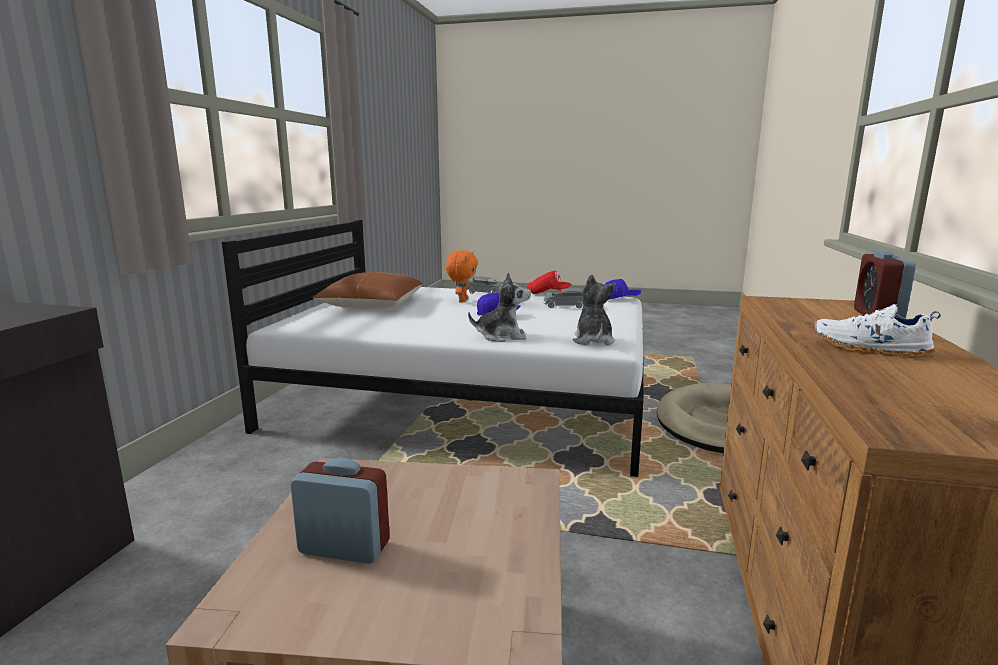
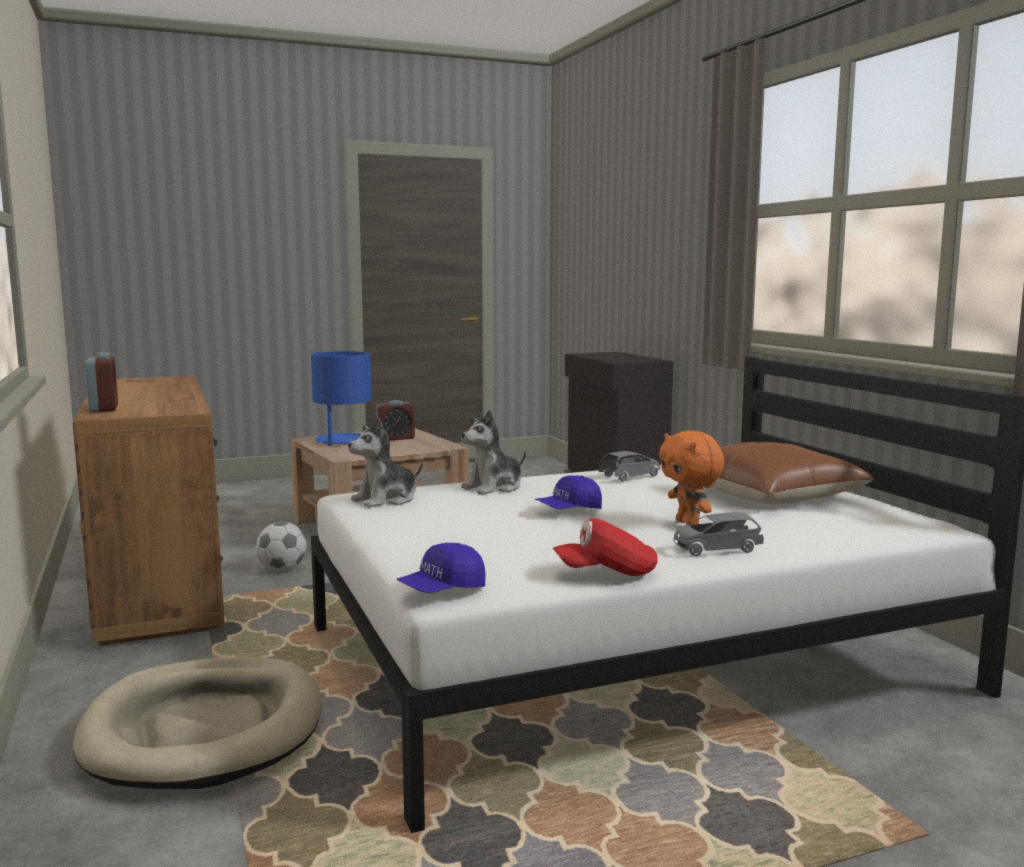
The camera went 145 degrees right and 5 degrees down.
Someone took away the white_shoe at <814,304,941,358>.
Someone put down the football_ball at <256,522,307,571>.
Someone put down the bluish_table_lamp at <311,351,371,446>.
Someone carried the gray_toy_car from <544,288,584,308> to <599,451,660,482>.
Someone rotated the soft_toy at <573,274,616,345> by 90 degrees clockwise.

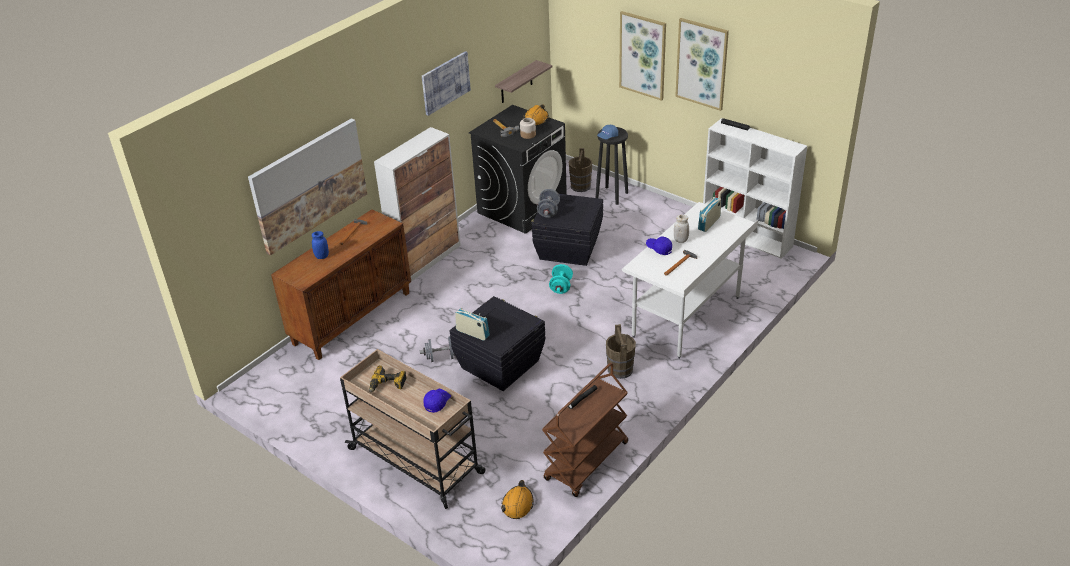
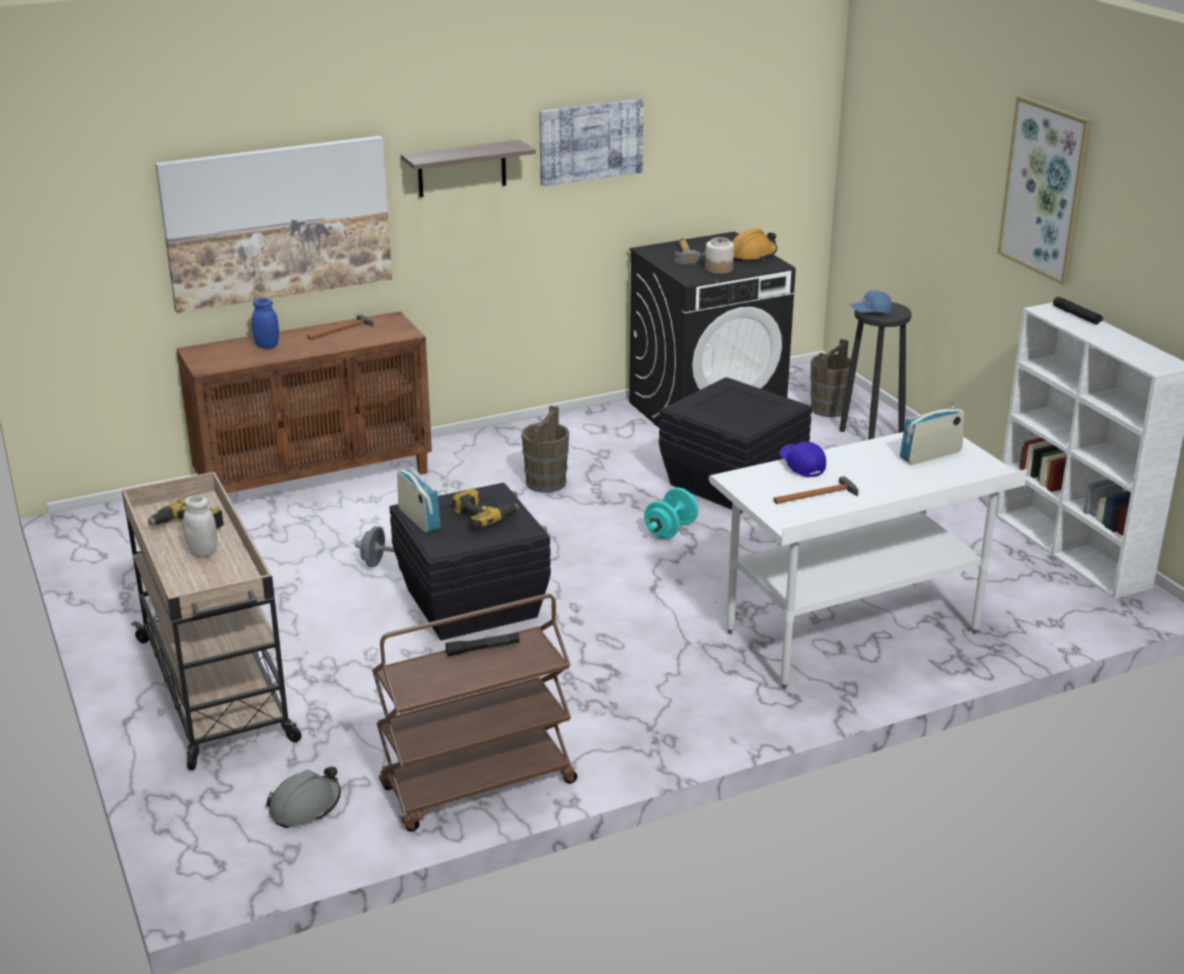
The camera went 25 degrees right and 10 degrees down.
Someone took away the cupboard at <374,127,461,282>.
Someone took away the bluish_peaked_cap at <423,389,451,413>.
Someone took away the gray_free_weight at <537,189,560,218>.
Someone took away the picture at <619,11,666,101>.
Someone put down the electric_drill at <452,488,519,530>.
Someone carried the wall_shelf from <495,60,552,103> to <401,139,536,197>.
Someone carried the brownish_bucket from <606,324,636,379> to <521,405,569,493>.
Someone carried the white_jar from <674,215,689,243> to <183,495,218,557>.
Someone repainted the orange_safety_helmet at <501,480,534,519>, which became the gray_safety_helmet at <266,766,341,828>.

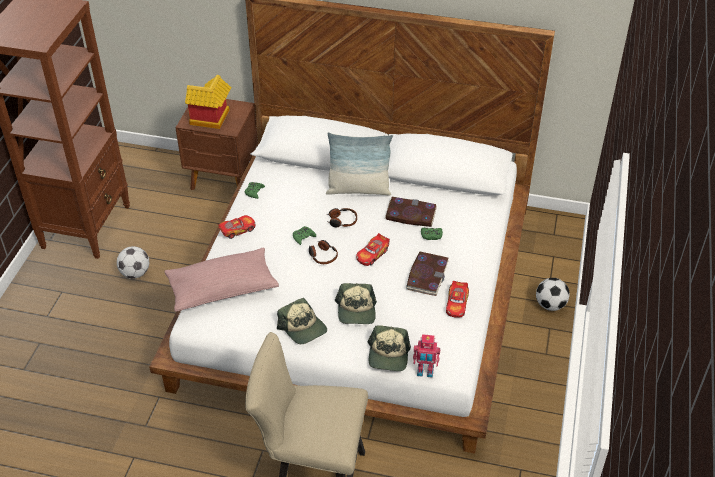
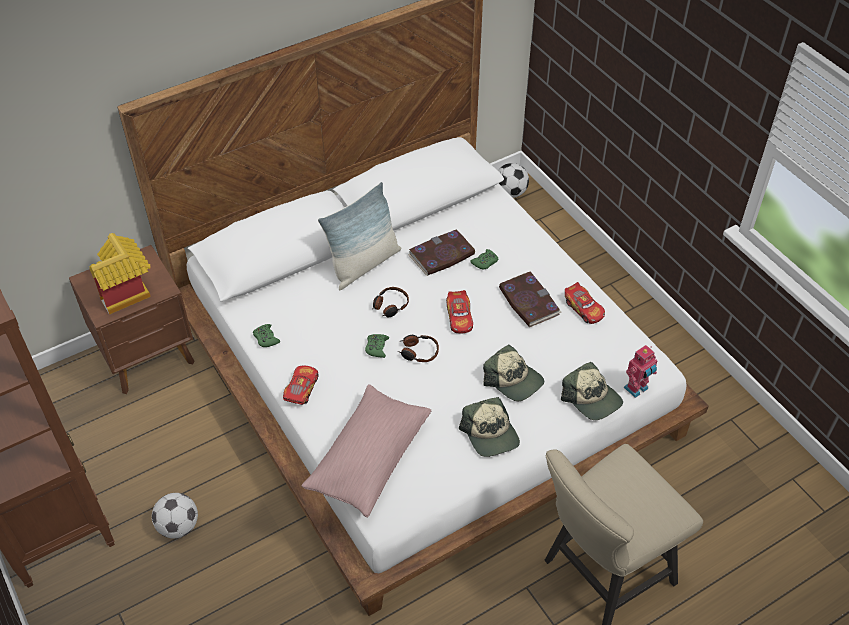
The camera went 45 degrees left and 5 degrees up.
Someone carried the football_ball from <536,278,570,311> to <498,163,529,198>.
Someone rotated the peaked_cap at <277,298,327,344> by 60 degrees clockwise.

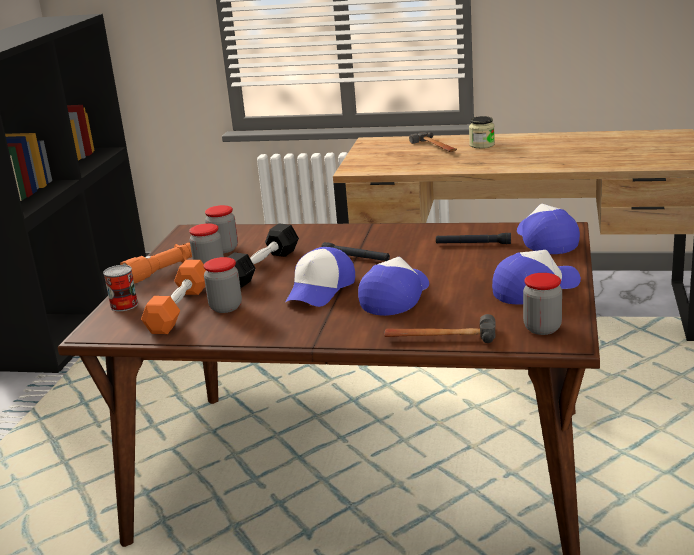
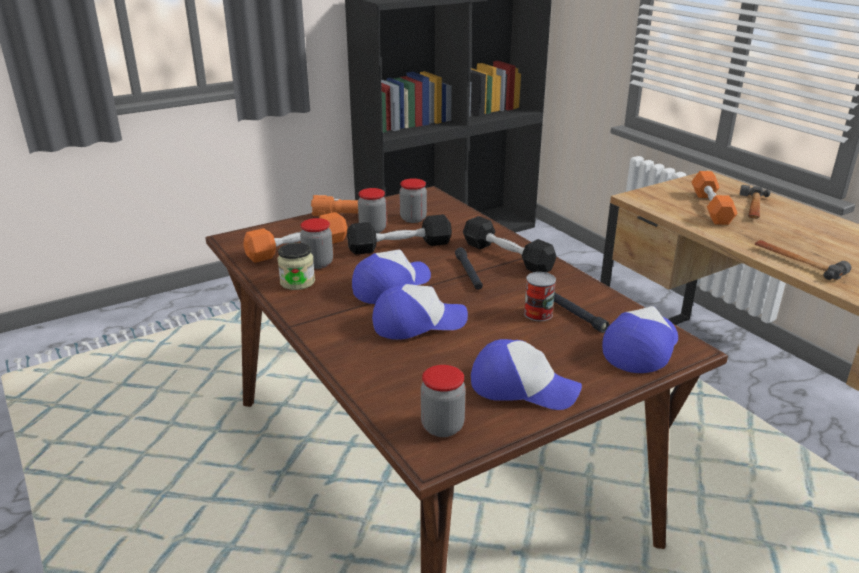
The camera went 45 degrees right and 5 degrees up.
Someone put down the black_free_weight at <463,216,556,273>.
Someone put down the orange_free_weight at <691,171,738,225>.
Someone carried the sealed_can from <103,265,138,311> to <524,272,556,321>.
Someone carried the tool_hammer from <384,314,496,343> to <755,240,851,280>.
Someone carried the jar from <469,116,495,148> to <277,243,315,290>.
Someone rotated the peaked_cap at <285,247,355,307> by 150 degrees clockwise.

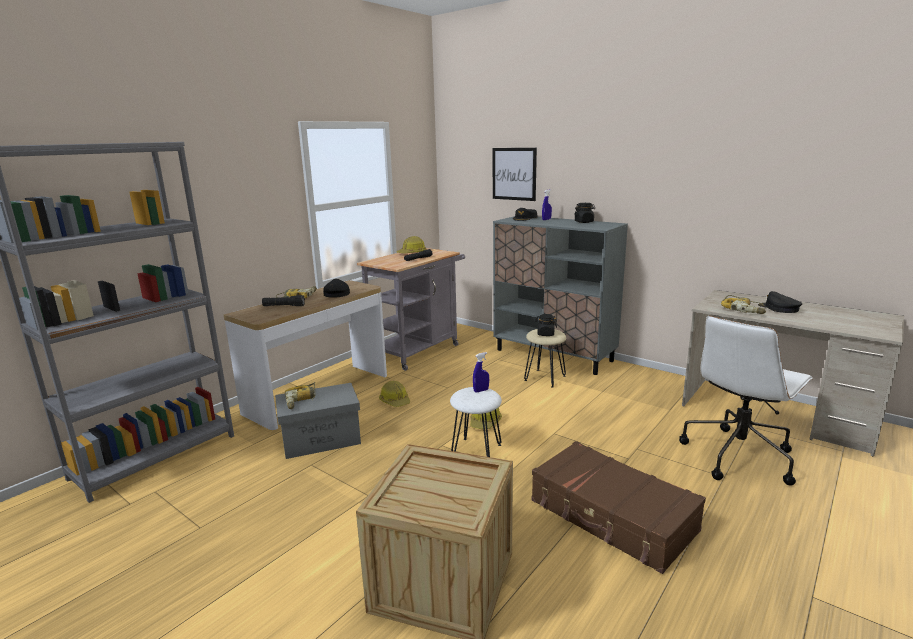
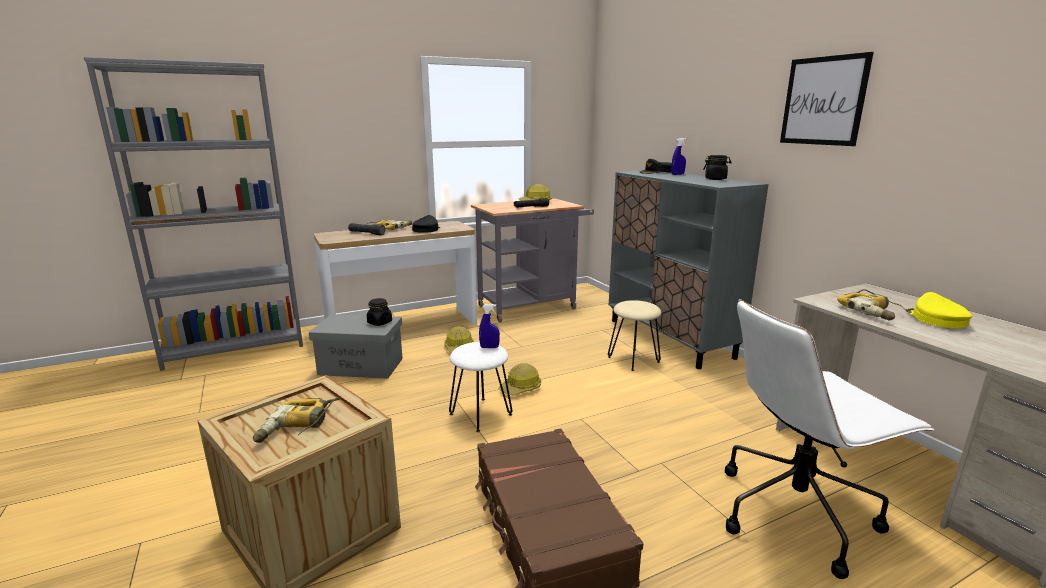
The camera went 25 degrees right and 0 degrees up.
Someone carried the electric_drill from <285,382,315,409> to <253,397,340,443>.
Someone carried the picture from <493,148,537,201> to <780,52,874,146>.
Someone carried the black_jar from <535,314,557,336> to <367,298,392,326>.
Someone repainted the black_peaked_cap at <758,291,802,313>, which became the yellow-coloured_peaked_cap at <905,292,972,328>.

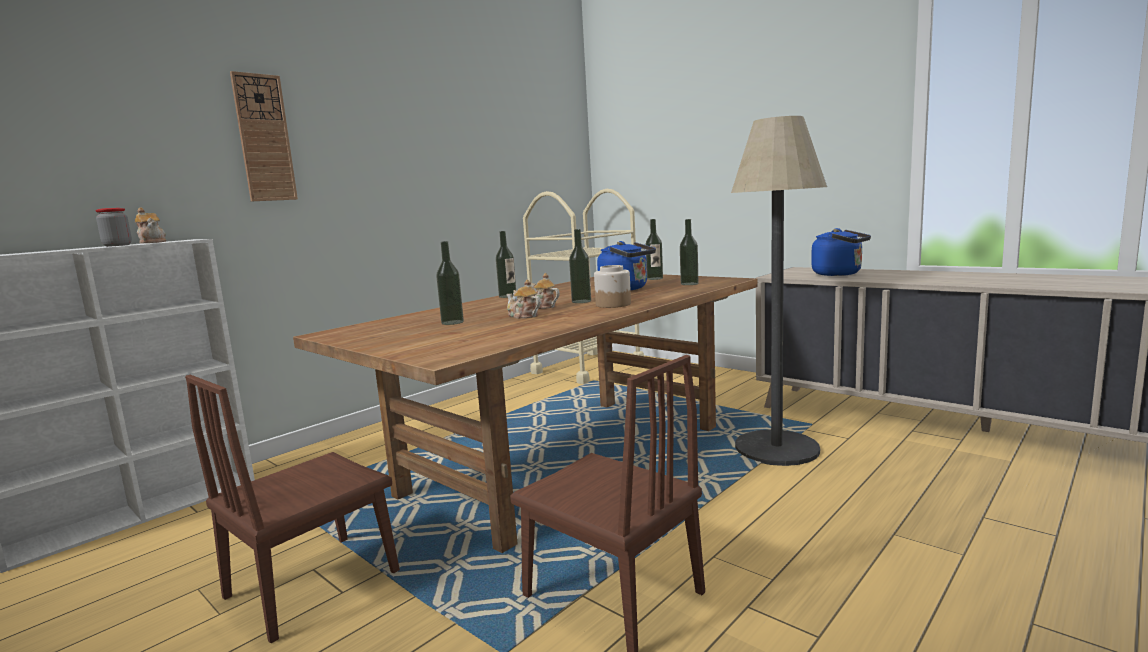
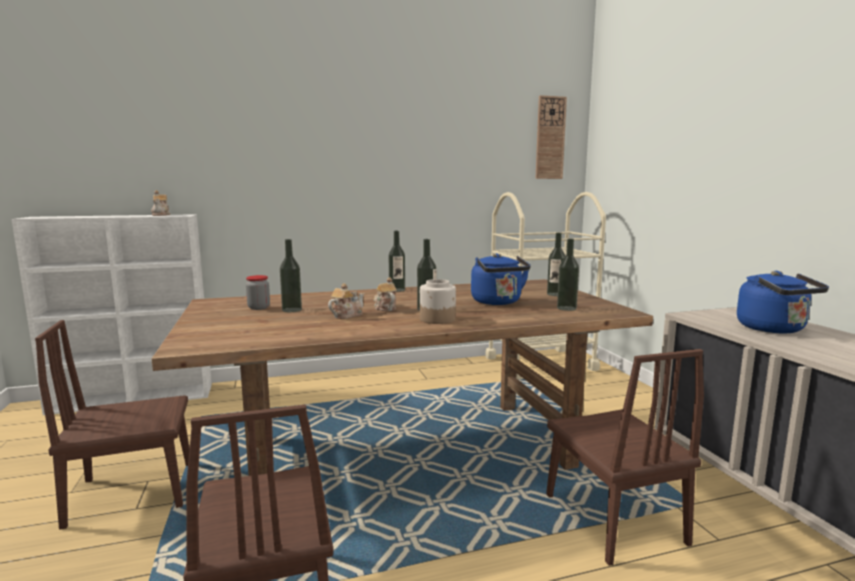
The camera went 30 degrees right and 0 degrees up.
Someone carried the jar from <96,208,132,247> to <246,275,270,310>.
Someone carried the clock_on_the_wall from <230,71,298,201> to <535,95,567,179>.
Someone swapped the standing_lamp at <731,116,827,466> for the brownish_upright_chair at <546,349,704,566>.
Someone rotated the tea_pot at <506,280,541,319> by 60 degrees clockwise.

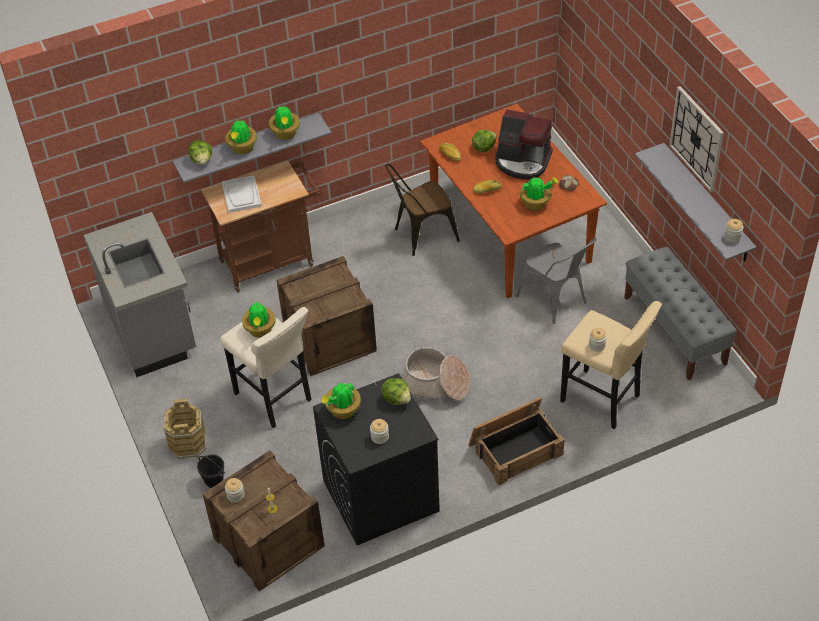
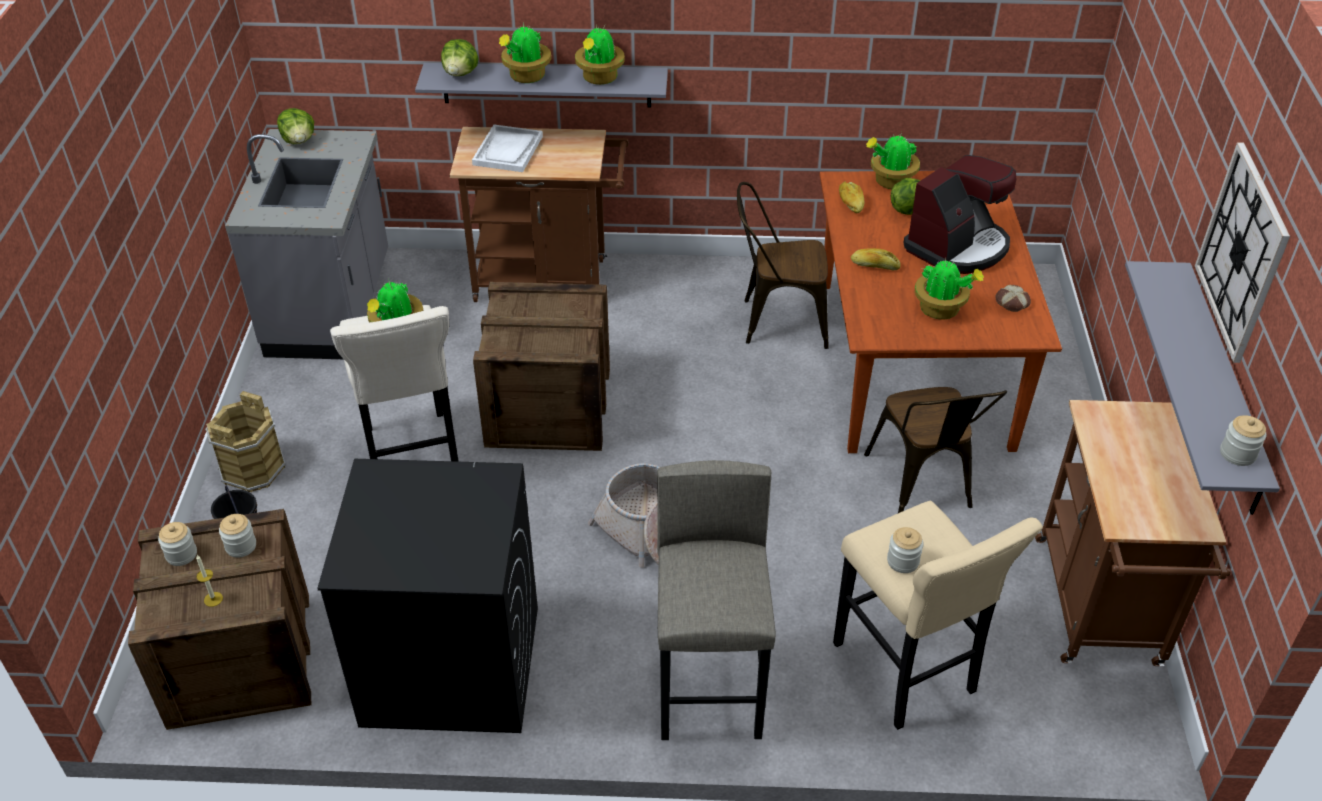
The camera went 25 degrees right and 5 degrees down.
Someone carried the plant_in_a_pot from <321,382,361,419> to <866,132,920,189>.
Someone carried the jar from <370,419,389,444> to <219,514,256,558>.
Someone carried the head_of_lettuce from <381,378,411,405> to <277,108,314,144>.
Someone swapped the shipping_crate at <469,397,564,486> for the gray_sitting_stool at <657,460,776,740>.
Someone swapped the gray_indoor_bench at <624,247,737,380> for the brownish_cart at <1035,400,1230,666>.
Someone repainted the gray_upright_chair at <516,238,596,324>, which became the brownish_upright_chair at <864,387,1007,513>.
Someone rotated the coffee_brewer at <495,109,553,180> by 90 degrees counterclockwise.

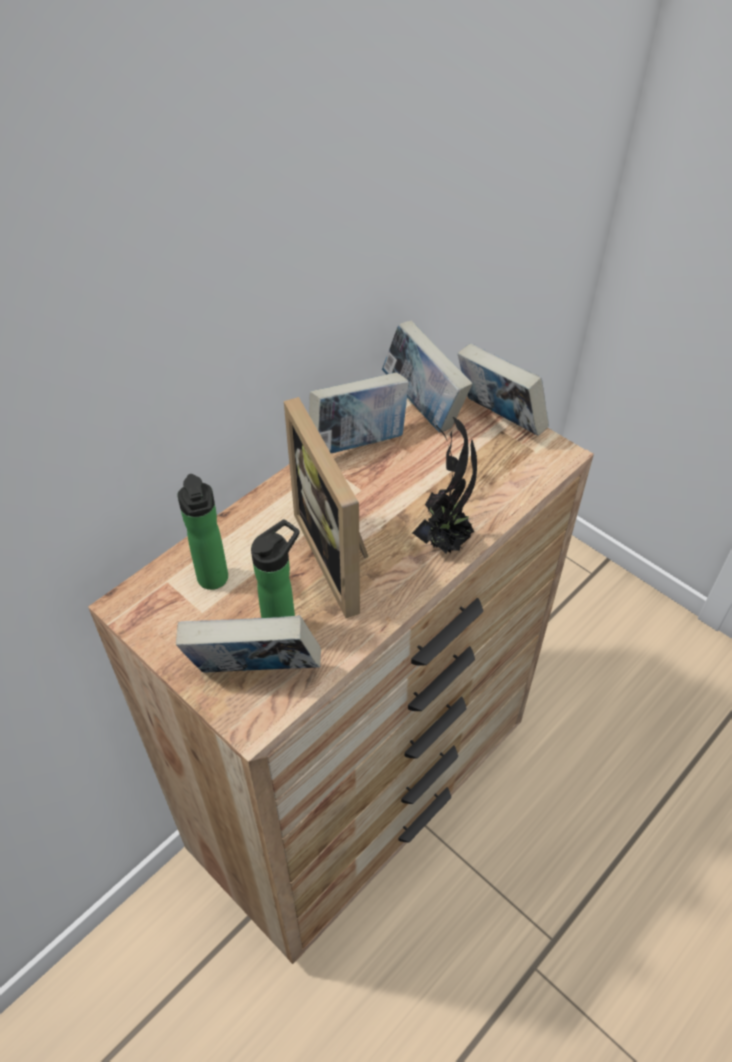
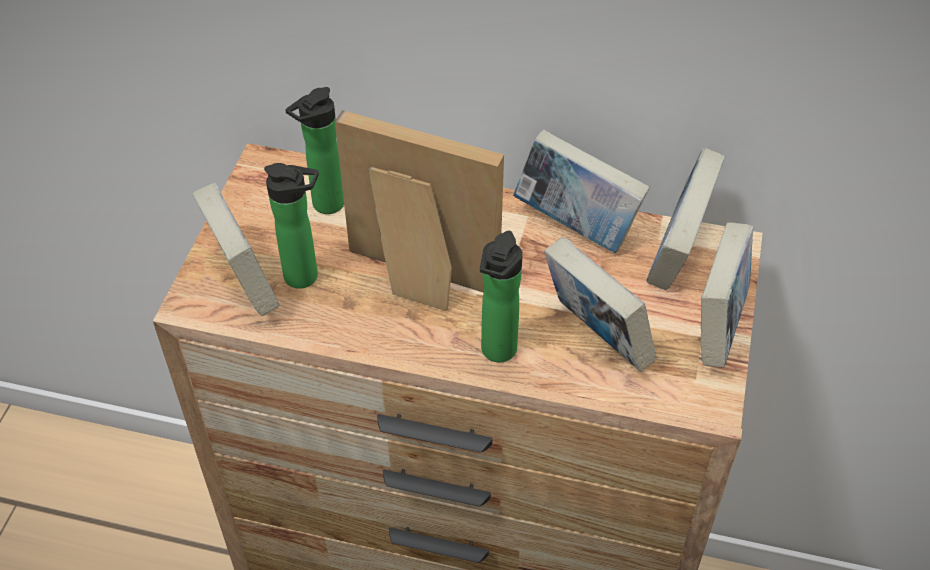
The camera went 60 degrees right and 0 degrees up.
Someone put down the bound_book at <544,237,657,372>.
Someone swapped the plant_in_a_pot at <412,417,477,553> for the beverage_bottle at <480,231,523,362>.
Someone rotated the photo_frame at <284,397,368,618> by 75 degrees clockwise.

